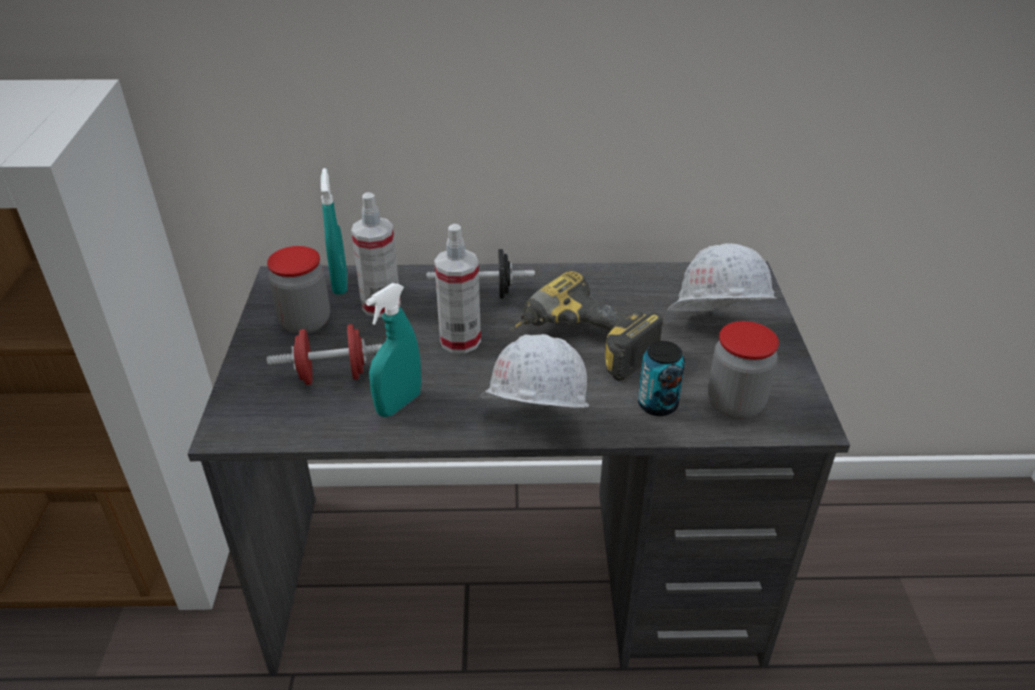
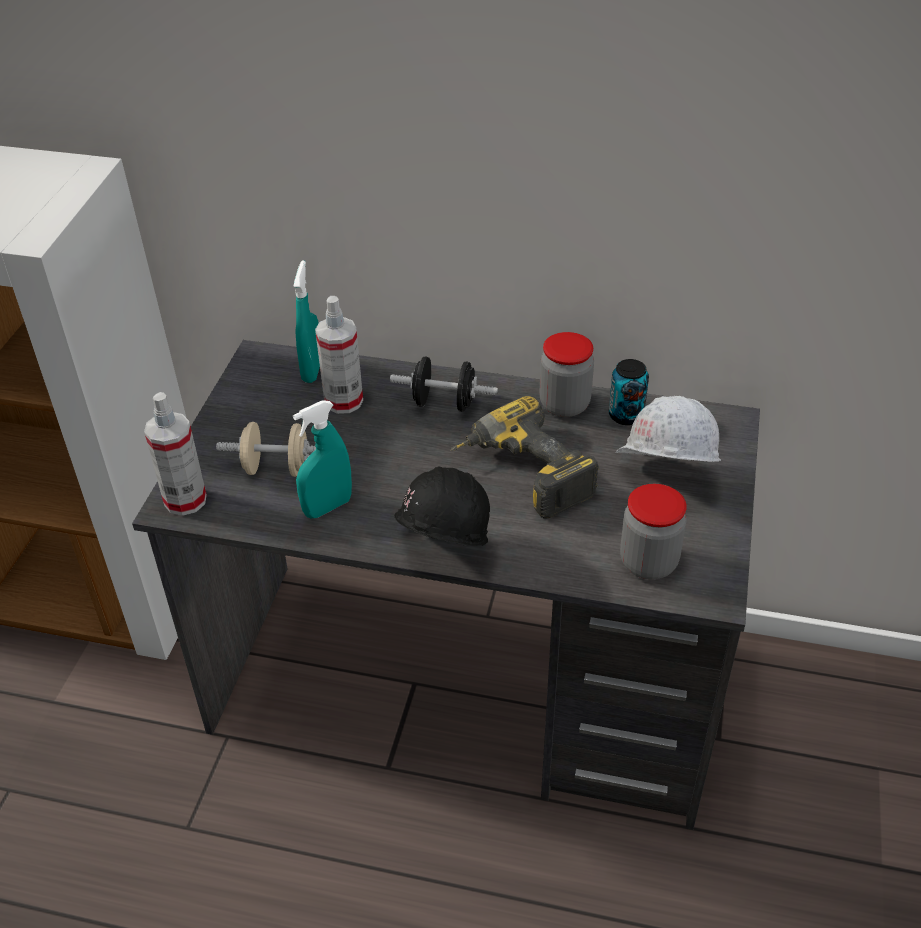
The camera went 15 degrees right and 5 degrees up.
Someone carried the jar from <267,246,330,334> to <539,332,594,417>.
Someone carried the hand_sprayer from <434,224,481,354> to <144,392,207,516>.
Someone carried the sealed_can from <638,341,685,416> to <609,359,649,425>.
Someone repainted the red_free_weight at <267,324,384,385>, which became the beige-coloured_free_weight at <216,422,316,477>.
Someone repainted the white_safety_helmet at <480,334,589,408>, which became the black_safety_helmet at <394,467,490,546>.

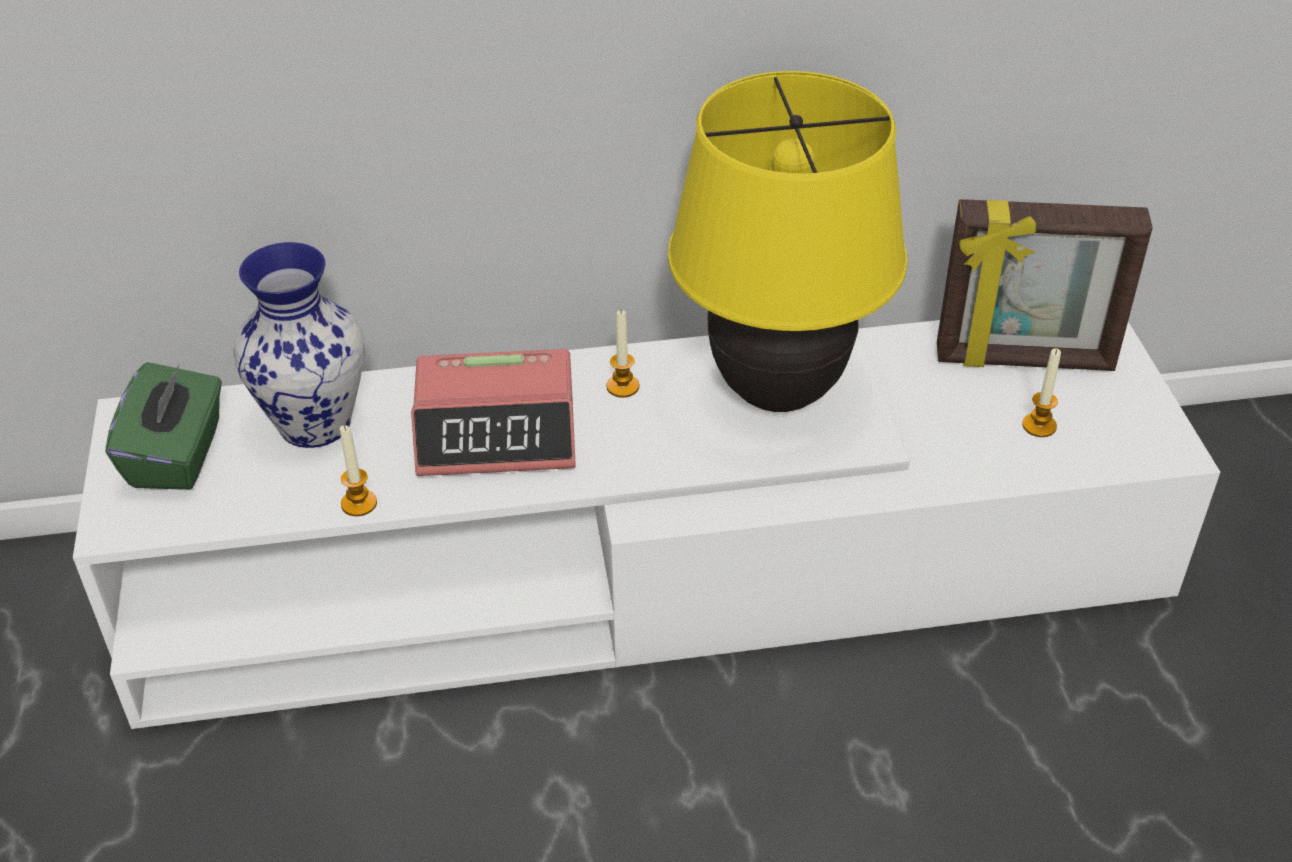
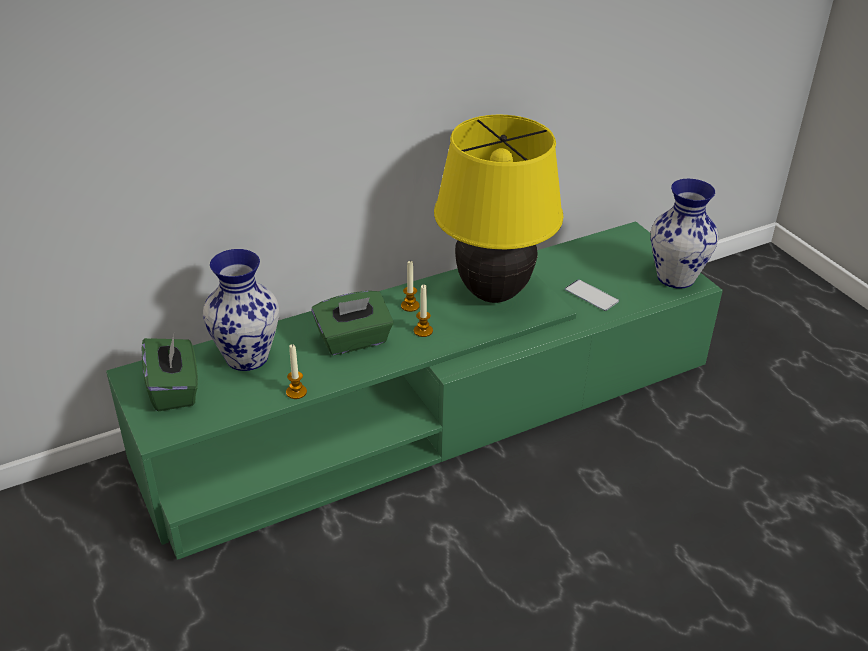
The camera went 20 degrees left and 5 degrees down.
Someone took away the photo_frame at <937,199,1153,371>.
Someone put down the telephone at <565,279,619,311>.
Someone put down the vase at <650,179,718,289>.
Someone carried the wax_candle from <1022,348,1061,437> to <414,284,433,337>.
Someone swapped the alarm_clock at <411,349,576,476> for the green_box_of_tissues at <312,291,394,355>.
Someone repainted the white_tv_stand at <73,320,1220,729>, which became the green_tv_stand at <106,221,723,560>.

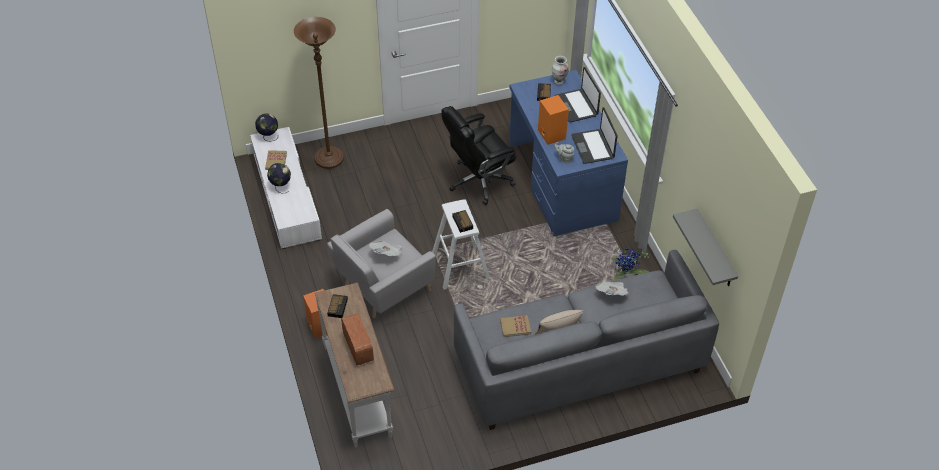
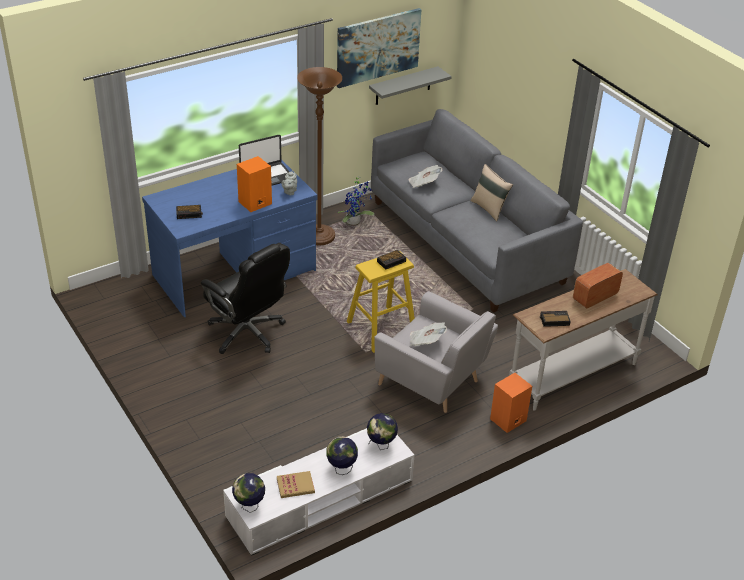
The camera went 105 degrees left and 10 degrees down.
Someone took away the bound_book at <500,315,531,337>.
Someone took away the vase at <552,56,568,85>.
Someone took away the laptop at <554,67,601,122>.
Someone put up the picture at <337,8,421,88>.
Someone put down the globe at <367,413,398,450>.
Someone carried the brownish_standing_lamp from <294,17,344,169> to <297,67,342,245>.
Someone repainted the white_sitting_stool at <432,199,490,290>, which became the yellow-coloured_sitting_stool at <347,252,415,353>.

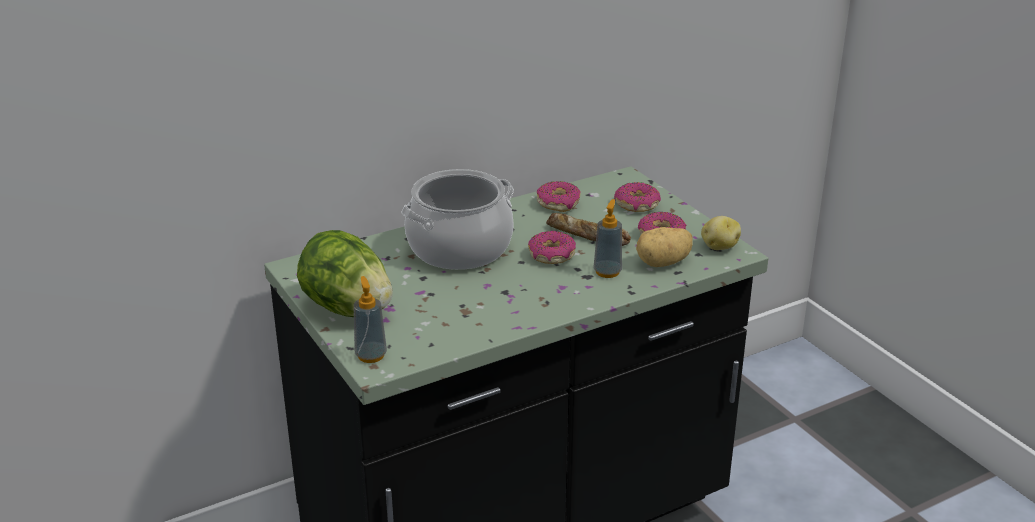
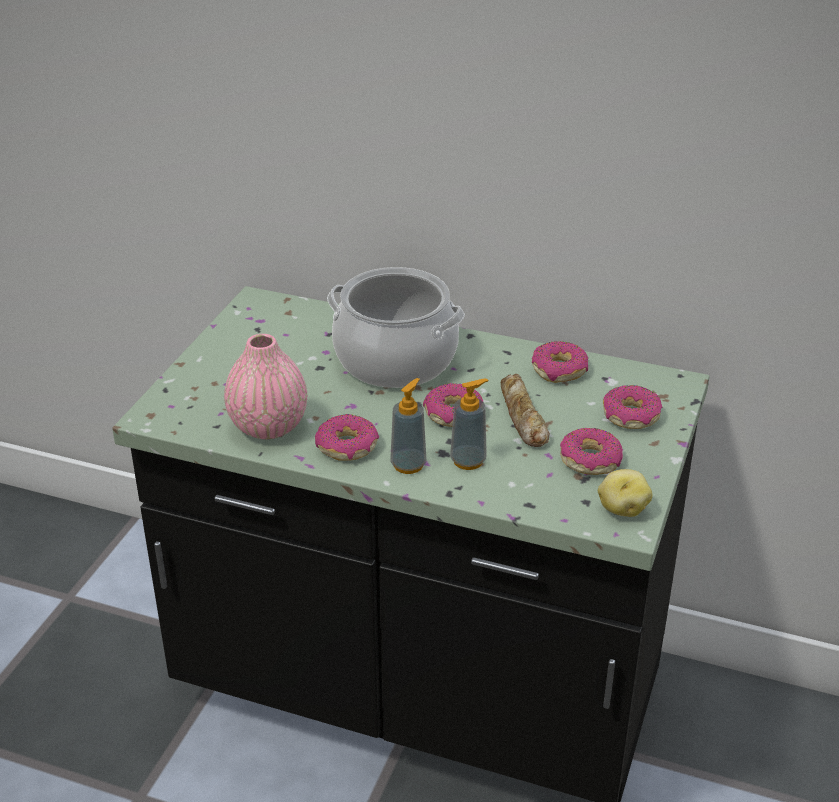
The camera went 50 degrees right and 5 degrees up.
Someone took away the head_of_lettuce at <297,230,393,317>.
Someone took away the spud at <636,227,693,267>.
Someone put down the pinkish_vase at <224,334,307,439>.
Someone put down the donut at <315,414,379,460>.
Someone carried the soap_dispenser from <354,276,387,363> to <390,378,427,474>.

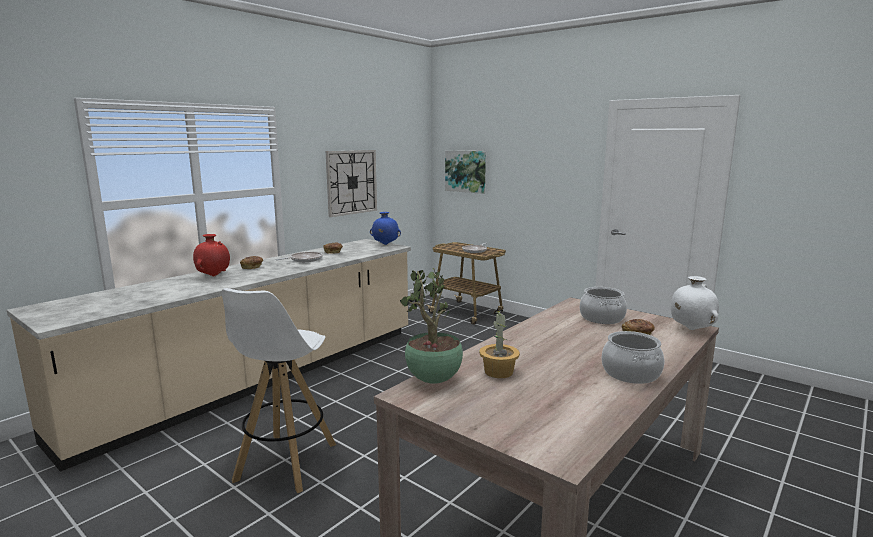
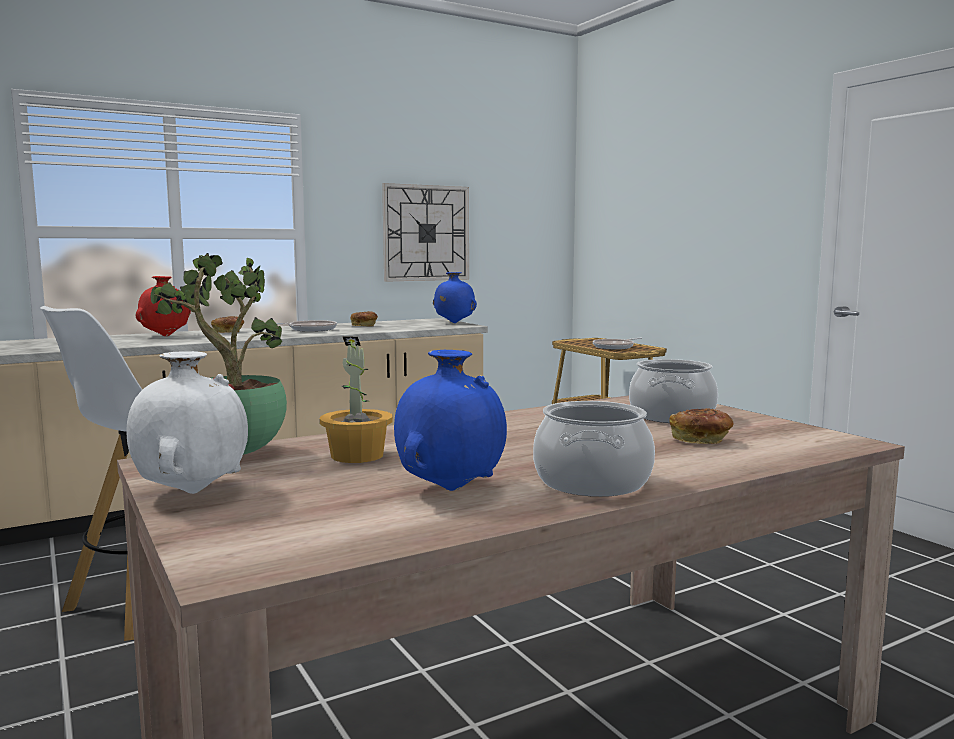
The camera went 20 degrees right and 5 degrees down.
Someone took away the picture at <445,150,486,194>.
Someone put down the bluish_vase at <394,350,507,491>.
Someone carried the white_vase from <671,276,719,330> to <126,351,248,494>.

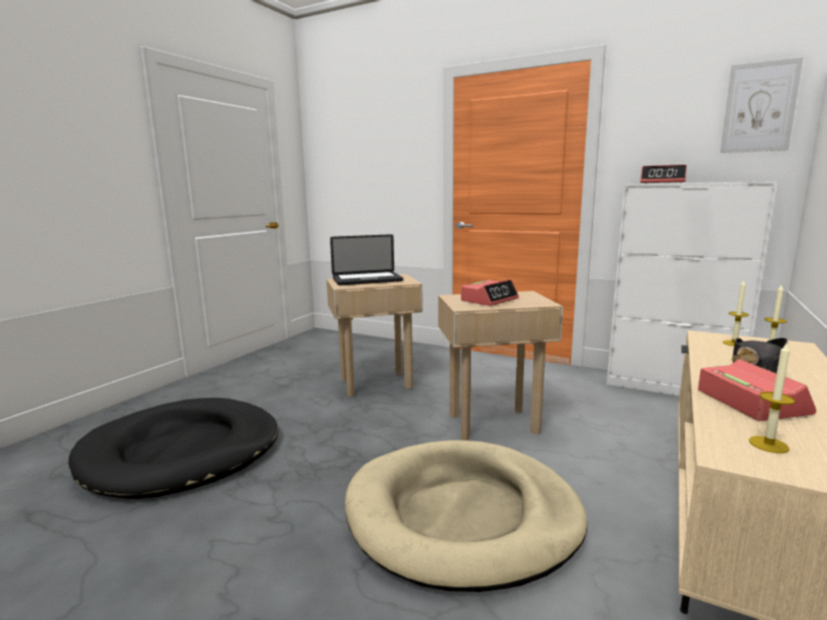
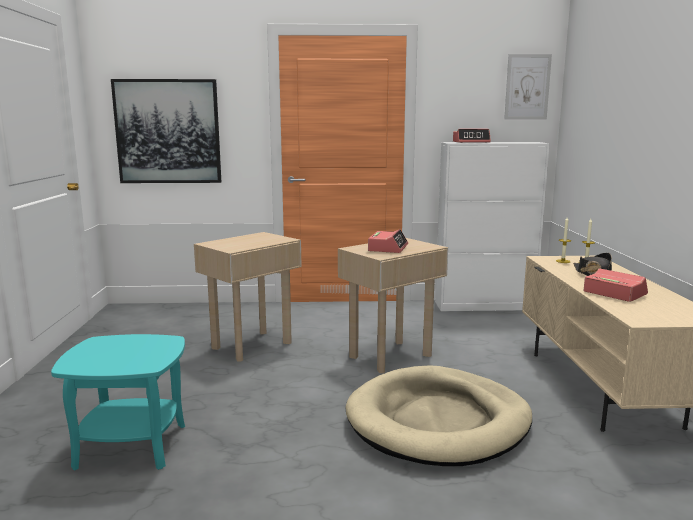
The camera went 30 degrees left and 0 degrees up.
Someone took away the laptop at <330,234,403,285>.
Someone took away the wax_candle at <749,343,795,453>.
Someone put up the picture at <111,79,221,183>.
Someone swapped the black_dog_bed at <68,398,279,499> for the turquoise_side_table at <51,334,185,471>.

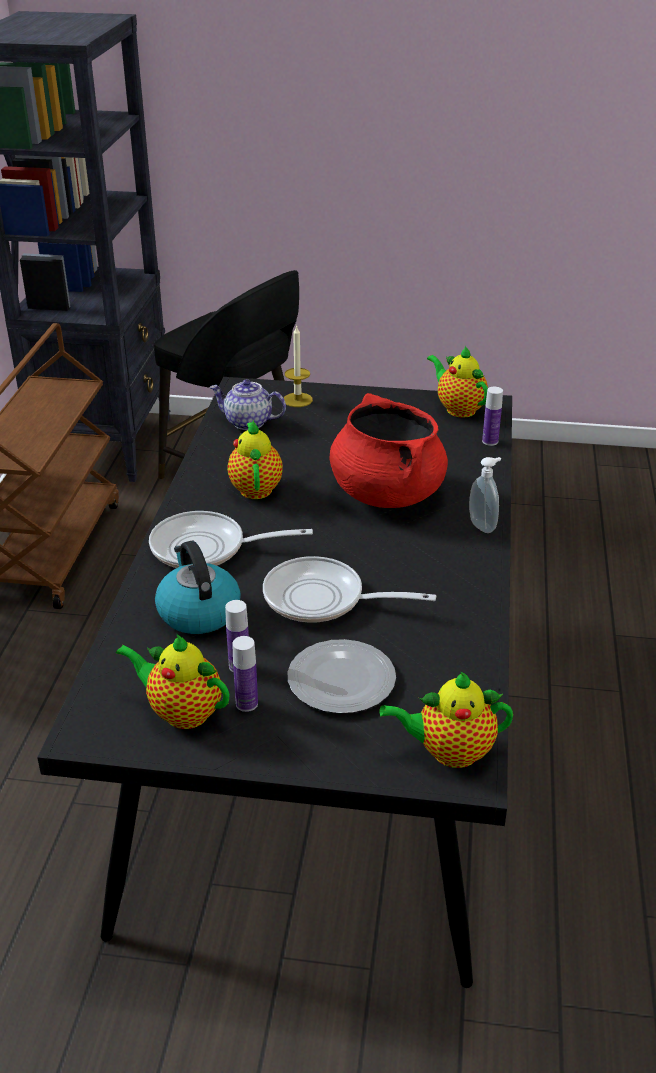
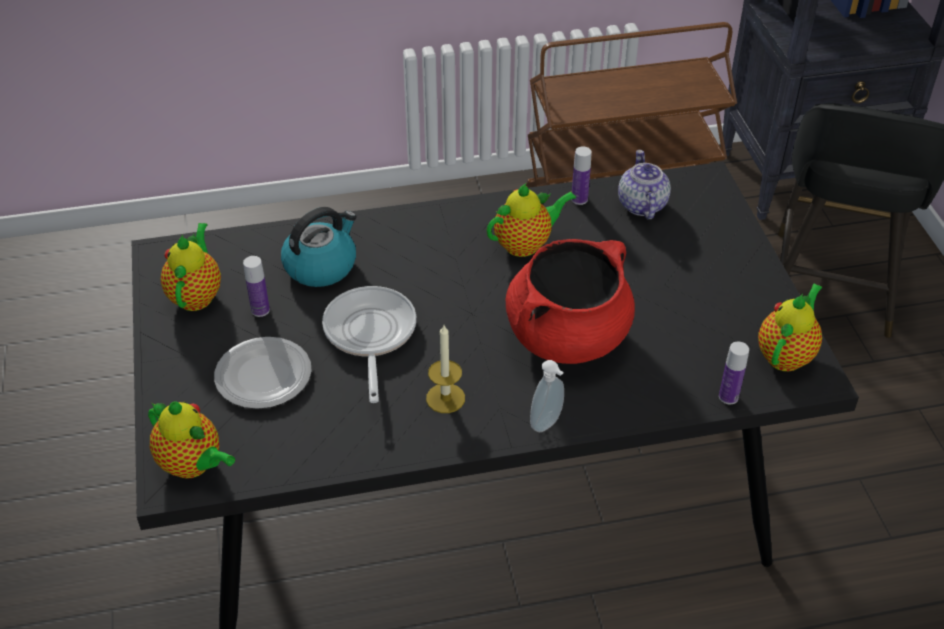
The camera went 70 degrees right and 10 degrees up.
Someone took away the frying_pan at <149,511,313,568>.
Someone carried the beverage_bottle from <232,636,258,712> to <571,146,592,205>.
Someone carried the wax_candle from <284,325,313,407> to <426,325,465,413>.
Someone rotated the tea_pot at <379,671,513,768> by 150 degrees clockwise.

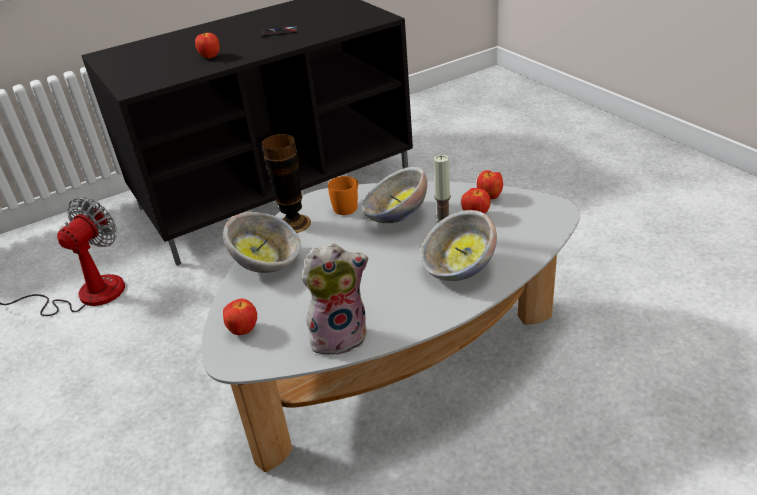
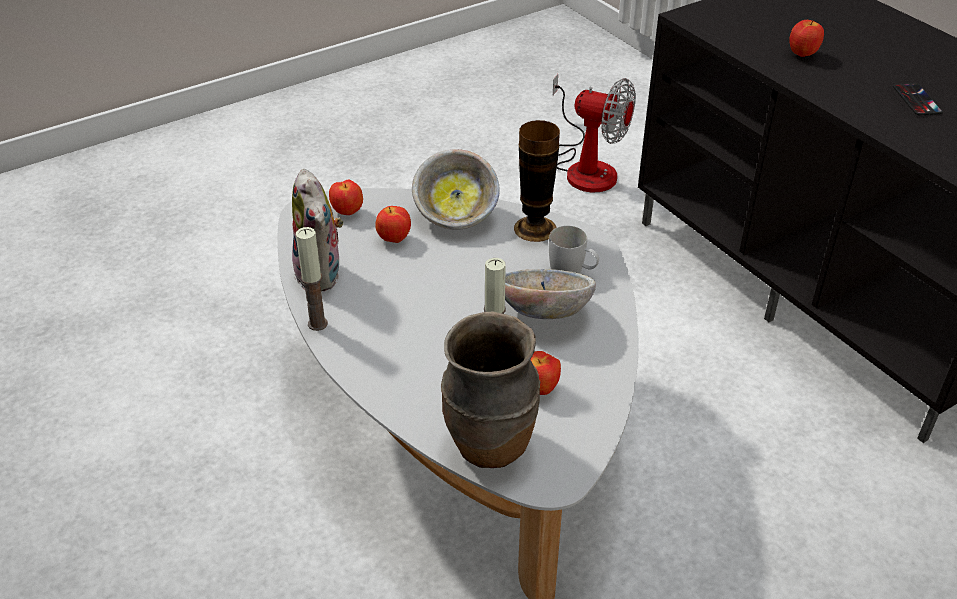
The camera went 85 degrees right and 5 degrees up.
Someone took away the deep_dish at <421,210,497,281>.
Someone put down the wax_candle at <296,227,328,331>.
Someone put down the brownish_vase at <441,311,540,468>.
Someone carried the apple from <477,170,503,199> to <376,206,411,243>.
Someone repainted the orange_tea_mug at <328,176,358,215>, which became the white_tea_mug at <549,226,599,273>.

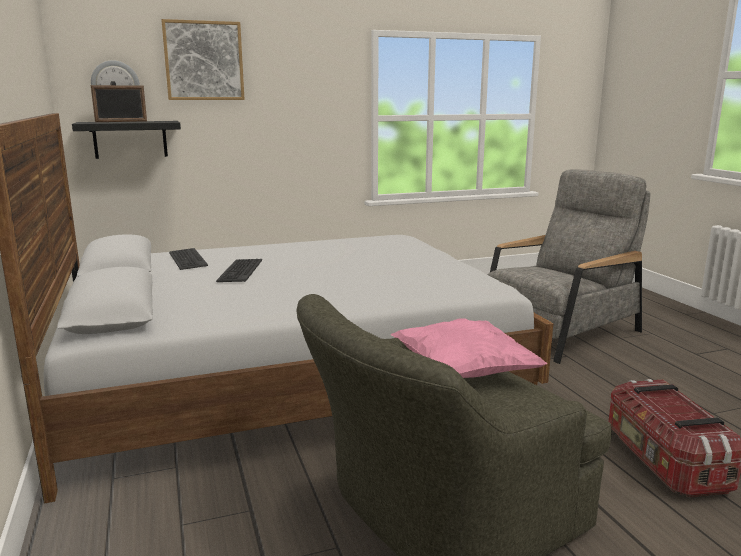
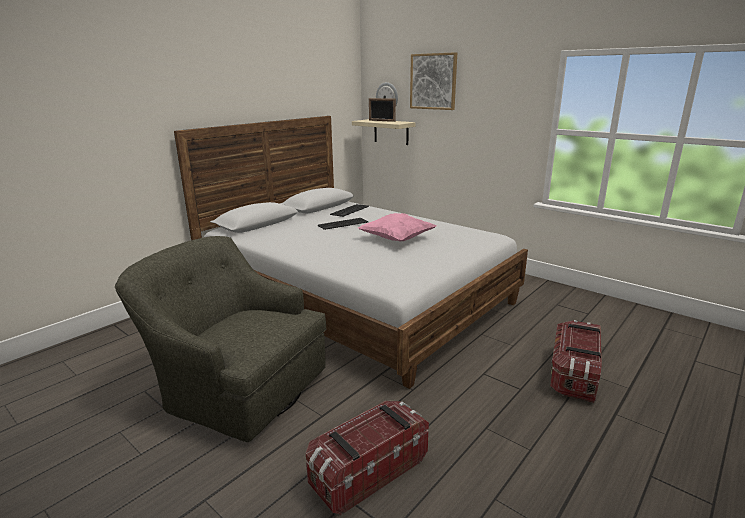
The camera went 60 degrees right and 5 degrees up.
Someone carried the pinkish_cushion from <390,318,547,378> to <358,213,436,242>.
Someone swapped the gray_lounge_chair at <488,169,650,364> for the storage_box at <550,320,602,403>.
Someone repainted the black_wall_shelf at <72,121,181,159>, which became the beige-coloured_wall_shelf at <352,119,416,145>.

